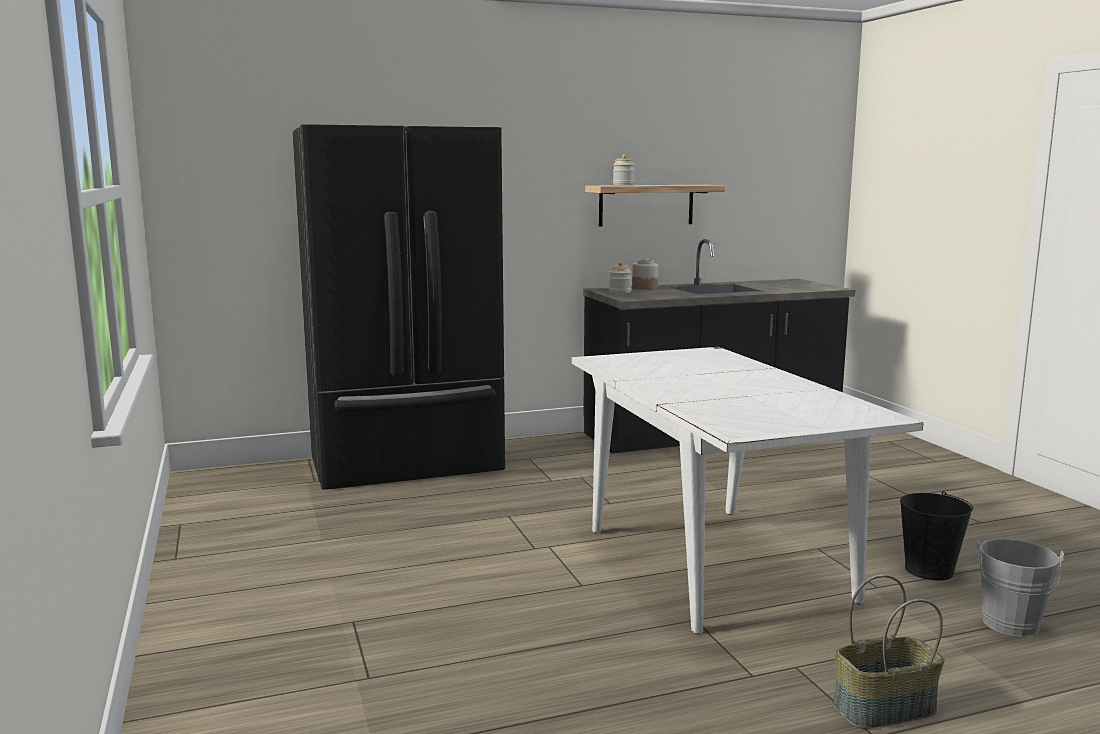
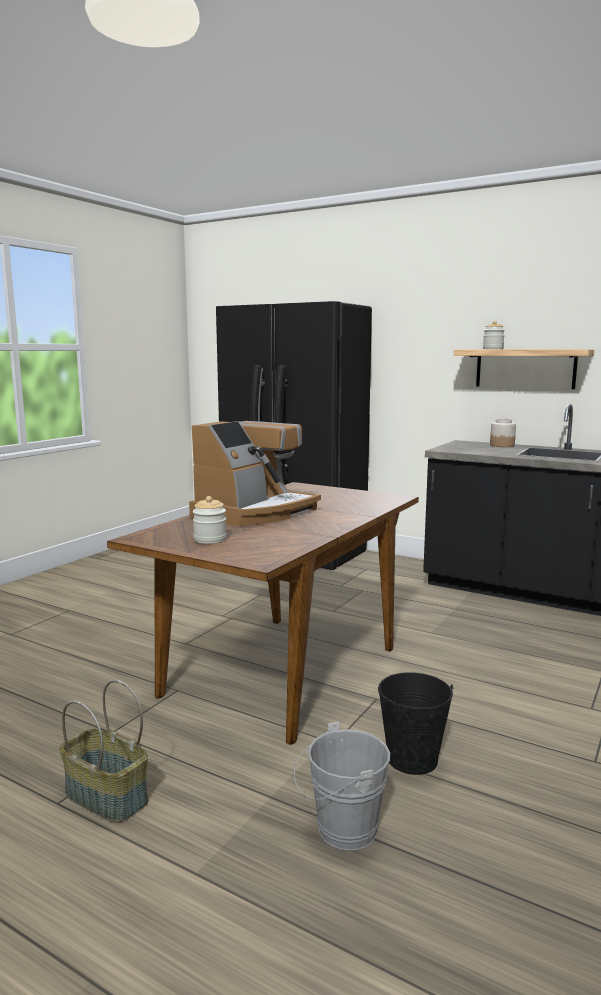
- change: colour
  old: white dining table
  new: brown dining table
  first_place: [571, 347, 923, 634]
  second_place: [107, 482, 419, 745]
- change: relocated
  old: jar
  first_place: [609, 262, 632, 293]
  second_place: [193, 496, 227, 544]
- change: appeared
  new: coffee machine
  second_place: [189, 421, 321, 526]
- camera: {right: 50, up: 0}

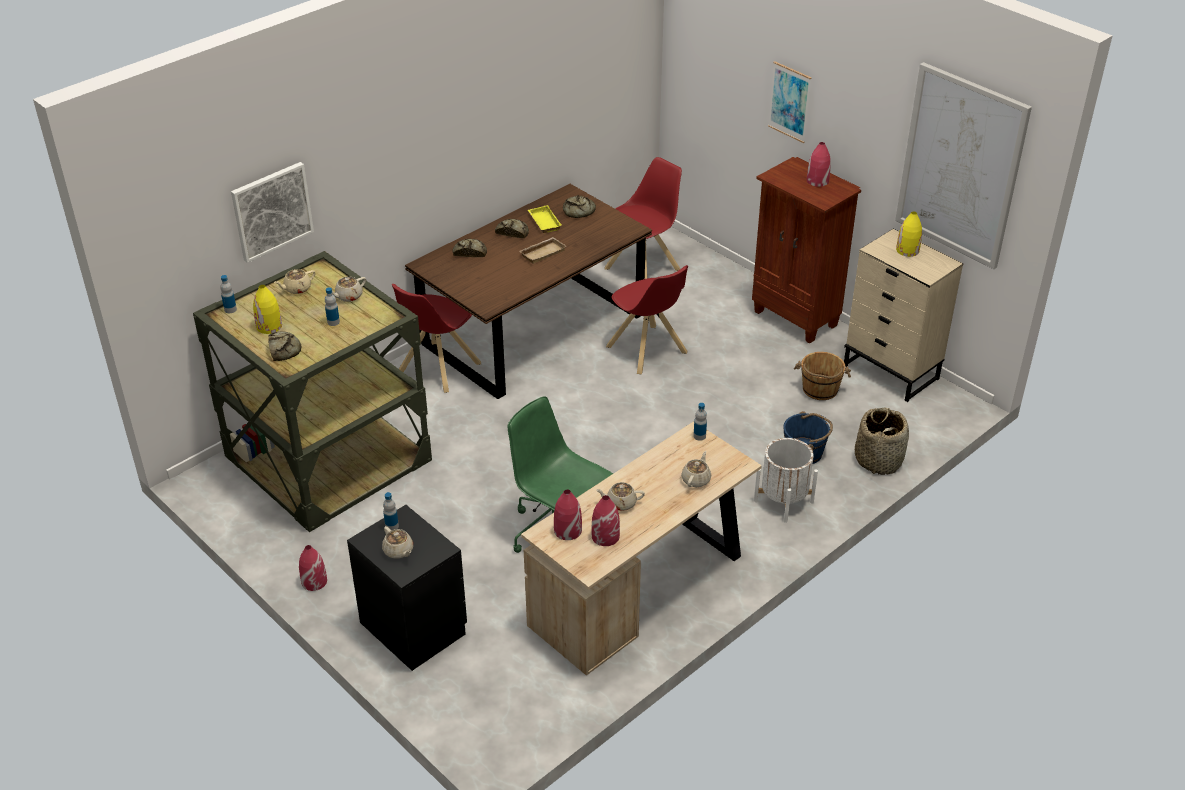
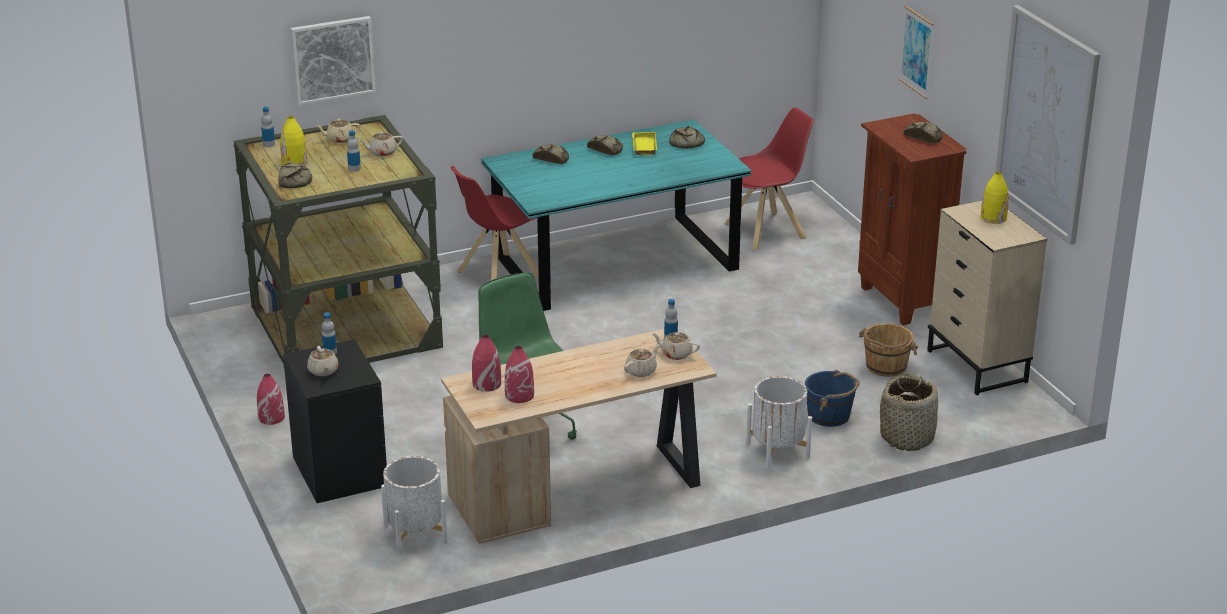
- change: colour
  old: brown dining table
  new: turquoise dining table
  first_place: [405, 184, 652, 399]
  second_place: [481, 120, 751, 311]
- change: missing
  old: beige tray
  first_place: [520, 237, 566, 264]
- change: relocated
  old: beige teapot
  first_place: [596, 482, 645, 511]
  second_place: [652, 332, 700, 360]
- change: missing
  old: red chair
  first_place: [606, 265, 688, 374]
- change: exchanged
  old: red vase
  new: bread
  first_place: [807, 142, 831, 187]
  second_place: [904, 122, 943, 143]
- change: appeared
  new: white planter
  second_place: [381, 456, 447, 555]
- camera: {right: 20, up: -10}

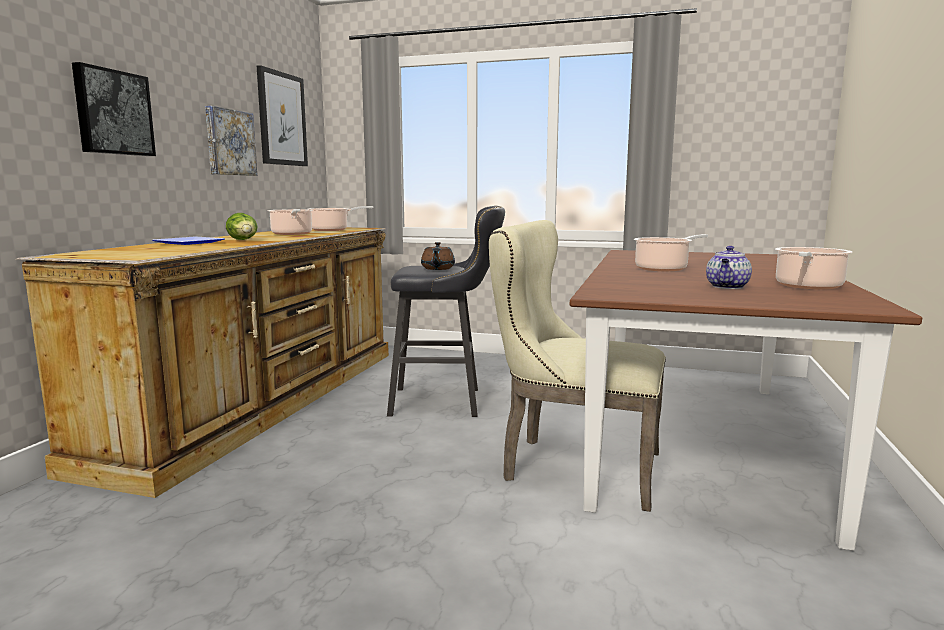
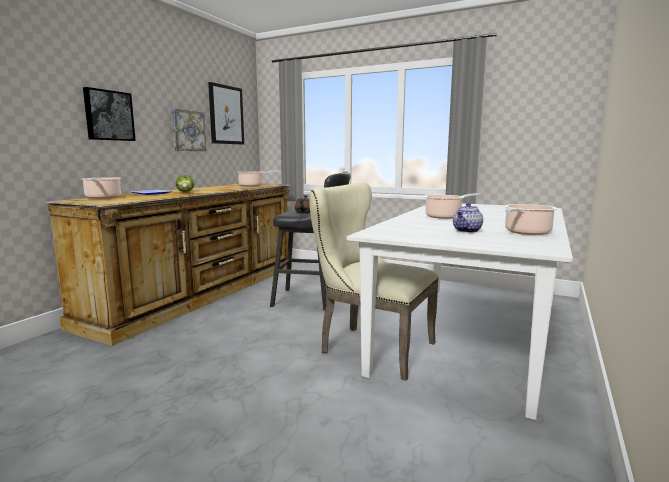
- change: relocated
  old: cooking pot
  first_place: [267, 209, 313, 235]
  second_place: [81, 177, 121, 199]
- change: colour
  old: brown dining table
  new: white dining table
  first_place: [570, 250, 922, 551]
  second_place: [347, 203, 573, 420]
- camera: {right: 10, up: 0}

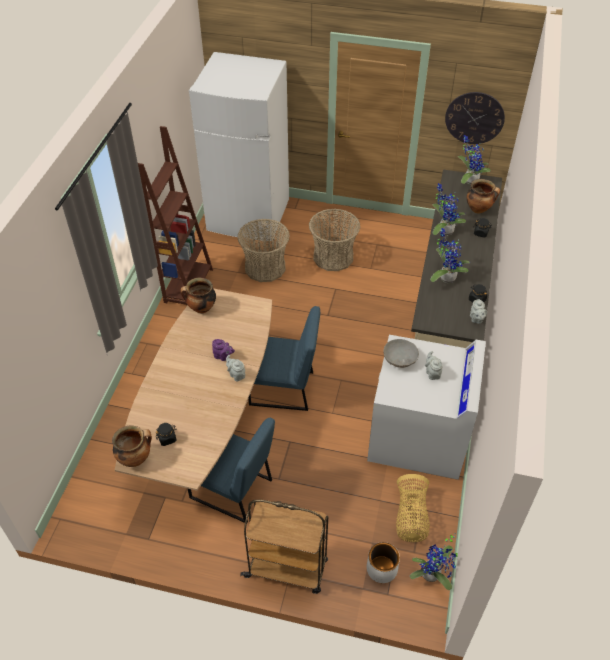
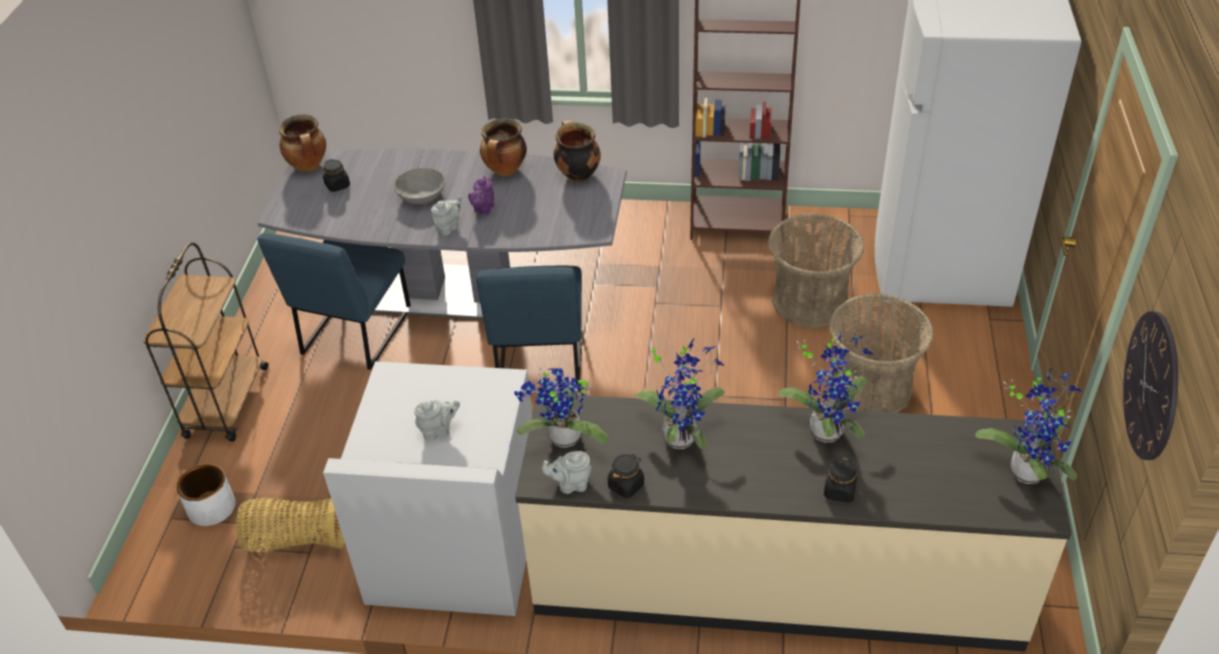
- change: colour
  old: brown dining table
  new: grey dining table
  first_place: [115, 288, 272, 491]
  second_place: [258, 148, 626, 319]
- change: relocated
  old: grey bowl
  first_place: [383, 339, 419, 368]
  second_place: [394, 168, 445, 204]
- change: relocated
  old: potted plant
  first_place: [410, 533, 458, 590]
  second_place: [514, 367, 609, 448]
- change: relocated
  old: cooking pot
  first_place: [467, 179, 500, 213]
  second_place: [480, 118, 527, 176]
- camera: {right: 85, up: -5}

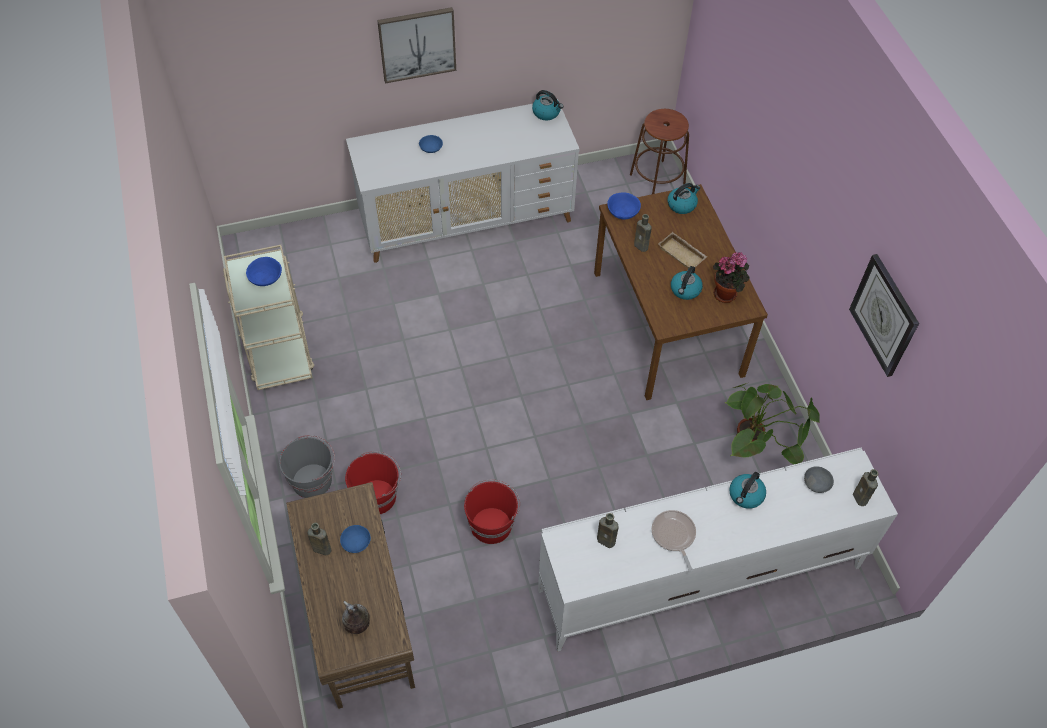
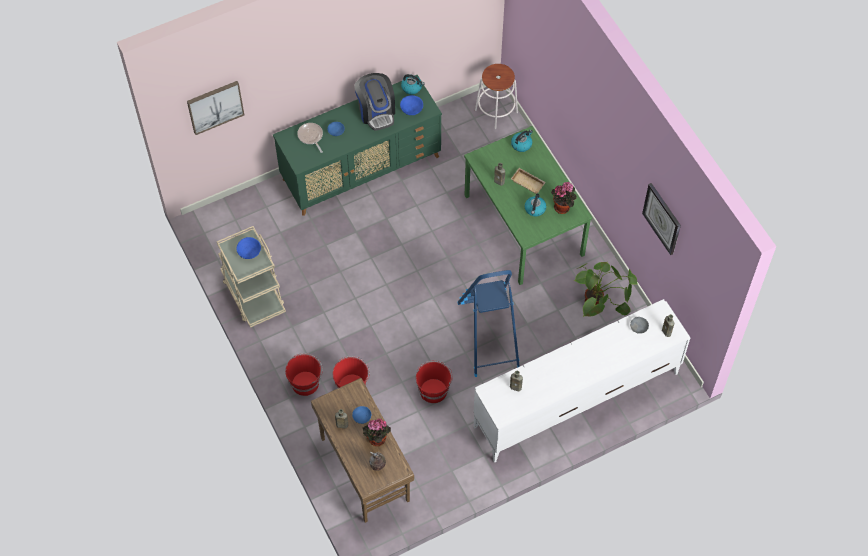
- change: colour
  old: grey bucket
  new: red bucket
  first_place: [279, 435, 335, 498]
  second_place: [285, 353, 323, 396]
- change: colour
  old: white dresser
  new: green dresser
  first_place: [346, 99, 580, 263]
  second_place: [273, 75, 442, 216]
- change: relocated
  old: picture
  first_place: [377, 7, 456, 83]
  second_place: [187, 81, 244, 135]
- change: colour
  old: brown dining table
  new: green dining table
  first_place: [594, 184, 768, 400]
  second_place: [464, 126, 593, 285]
- change: relocated
  old: blue bowl
  first_place: [607, 192, 641, 220]
  second_place: [400, 95, 423, 115]
- change: colour
  old: brown stool
  new: white stool
  first_place: [630, 109, 689, 194]
  second_place: [475, 64, 518, 129]
- change: relocated
  old: frying pan
  first_place: [652, 510, 696, 572]
  second_place: [297, 123, 323, 153]
- change: missing
  old: kettle
  first_place: [729, 472, 766, 509]
- change: appeared
  new: coffee machine
  second_place: [354, 73, 395, 131]
- change: appeared
  new: potted plant
  second_place: [363, 418, 391, 446]
- change: appeared
  new: blue step ladder
  second_place: [457, 270, 520, 377]
- camera: {right: -10, up: 5}

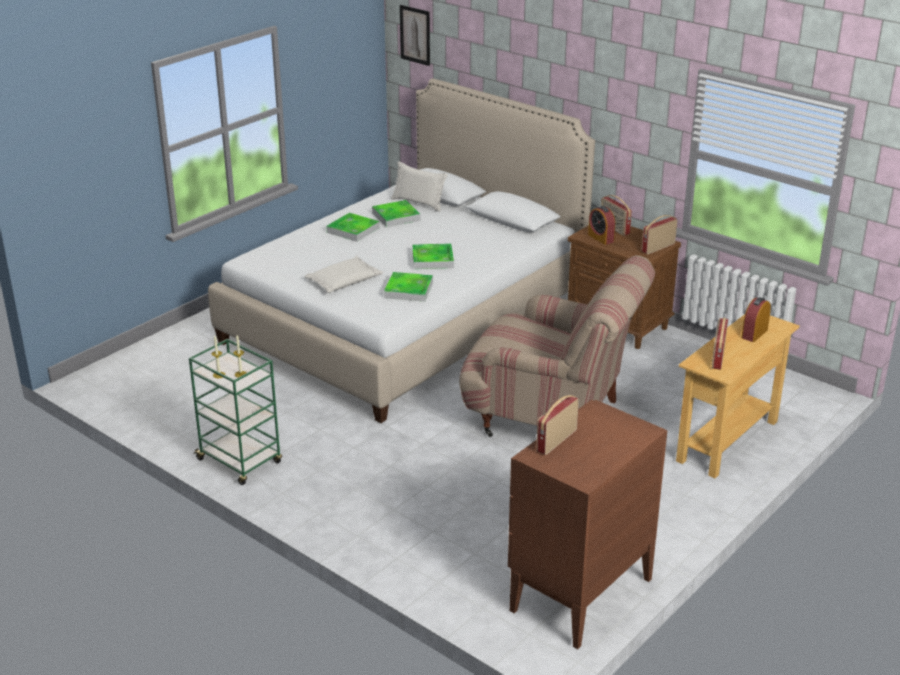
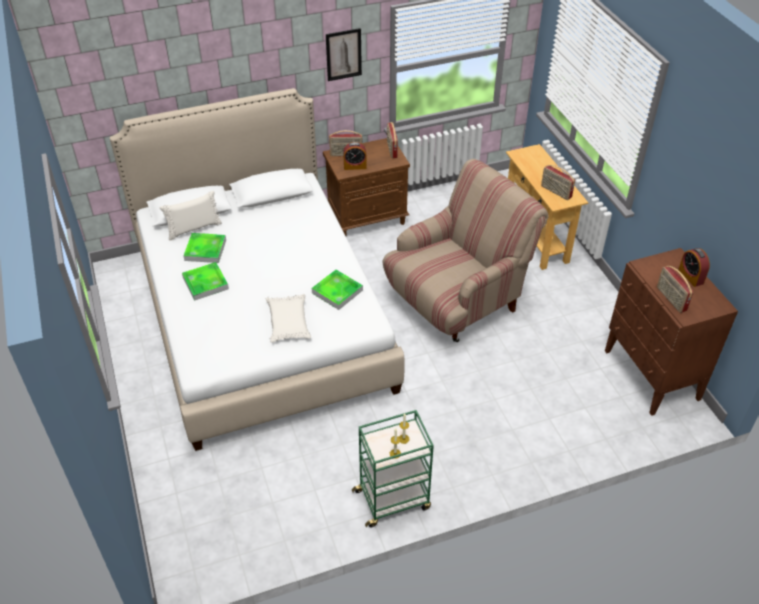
- change: relocated
  old: picture
  first_place: [400, 5, 430, 66]
  second_place: [326, 28, 362, 81]
- change: missing
  old: tray
  first_place: [412, 243, 454, 269]
- change: relocated
  old: alarm clock
  first_place: [742, 297, 771, 342]
  second_place: [678, 248, 710, 287]
- camera: {right: -60, up: 15}

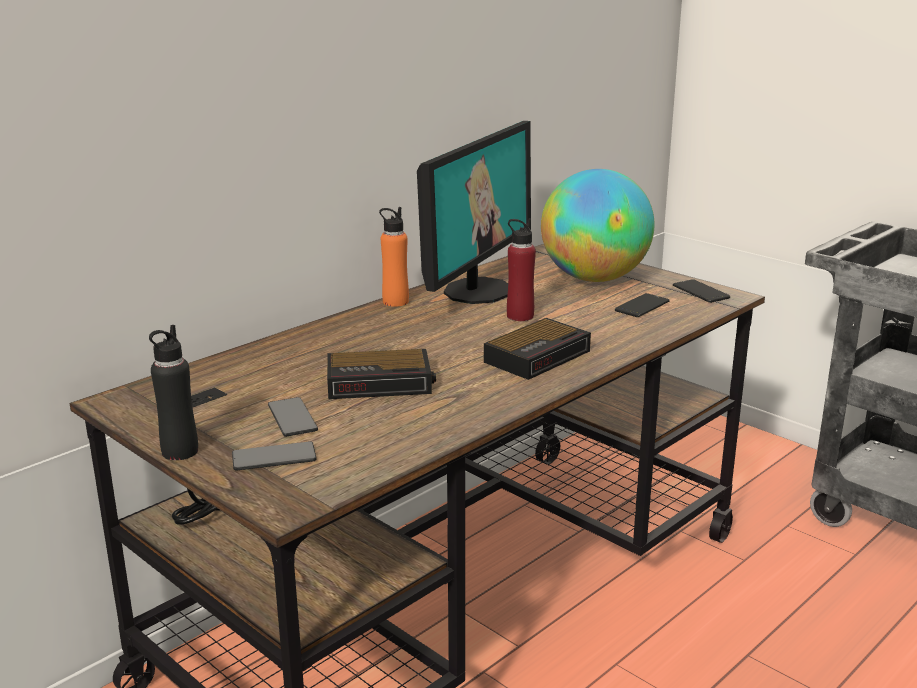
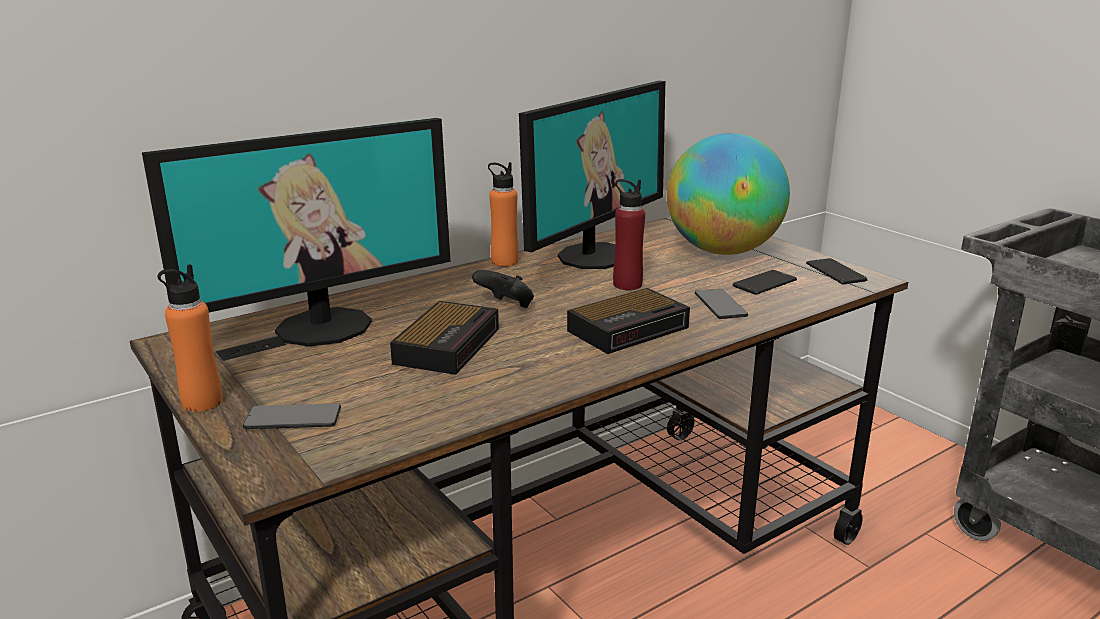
- change: colour
  old: black bottle
  new: orange bottle
  first_place: [149, 325, 198, 460]
  second_place: [158, 264, 222, 412]
- change: relocated
  old: phone
  first_place: [268, 397, 318, 437]
  second_place: [695, 289, 748, 319]
- change: spun
  old: alarm clock
  first_place: [327, 349, 436, 399]
  second_place: [390, 301, 499, 375]
  degrees: -75
- change: appeared
  new: monitor
  second_place: [142, 118, 450, 347]
- change: appeared
  new: black game controller
  second_place: [472, 270, 534, 308]
- camera: {right: 10, up: 0}

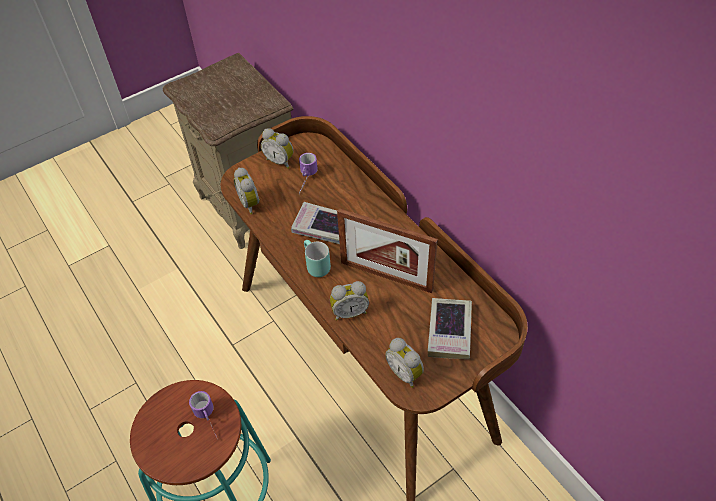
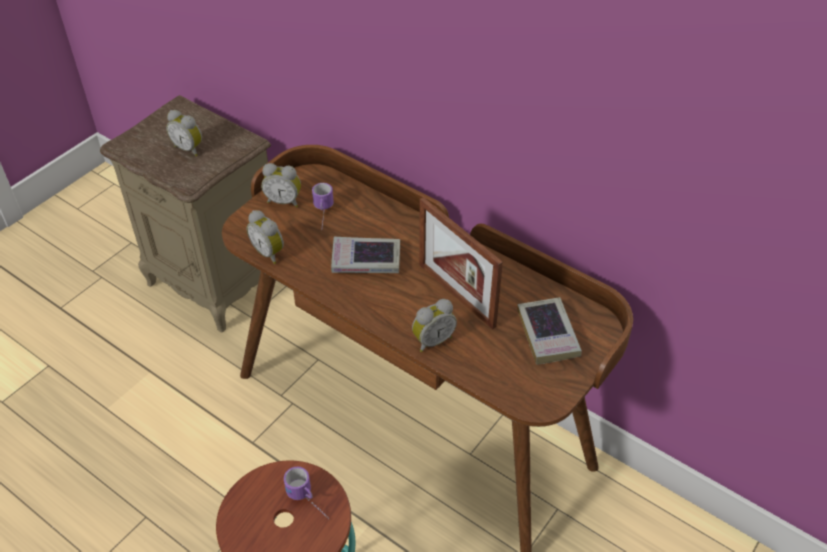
- change: missing
  old: turquoise mug
  first_place: [304, 240, 331, 277]
- change: spun
  old: picture frame
  first_place: [337, 208, 438, 293]
  second_place: [419, 197, 503, 330]
  degrees: 45
- change: relocated
  old: alarm clock
  first_place: [385, 338, 424, 388]
  second_place: [166, 110, 202, 156]
- camera: {right: -20, up: -5}

